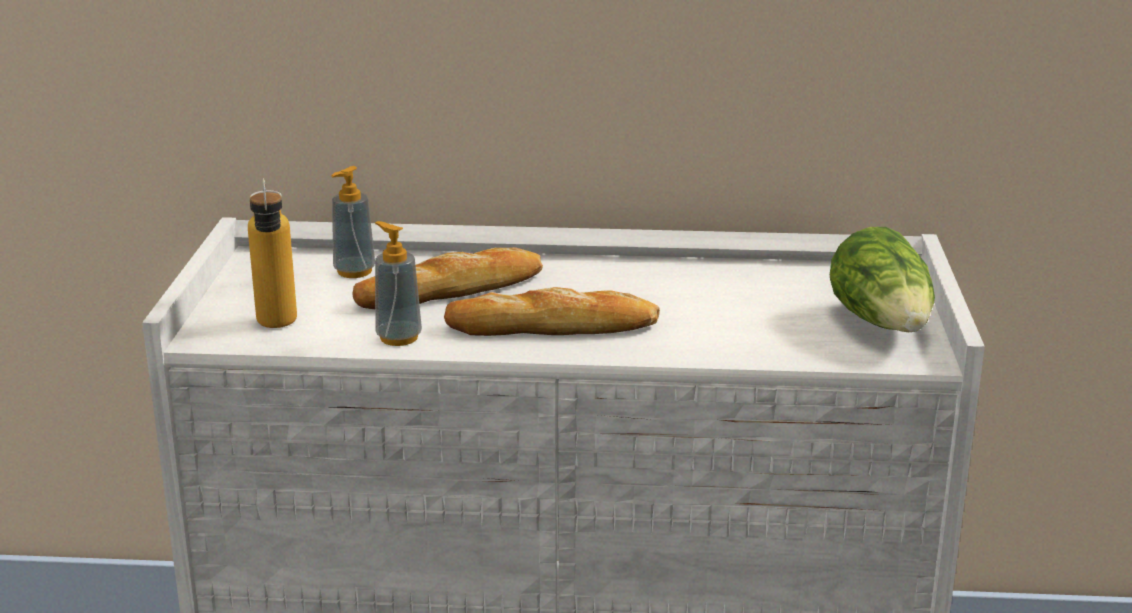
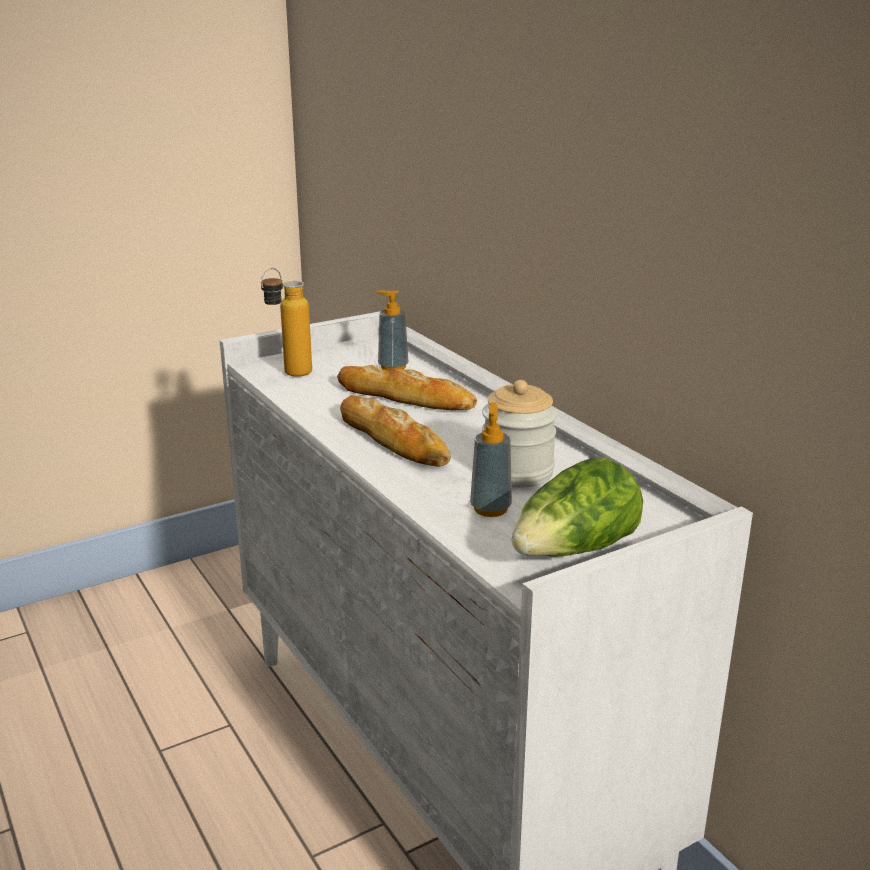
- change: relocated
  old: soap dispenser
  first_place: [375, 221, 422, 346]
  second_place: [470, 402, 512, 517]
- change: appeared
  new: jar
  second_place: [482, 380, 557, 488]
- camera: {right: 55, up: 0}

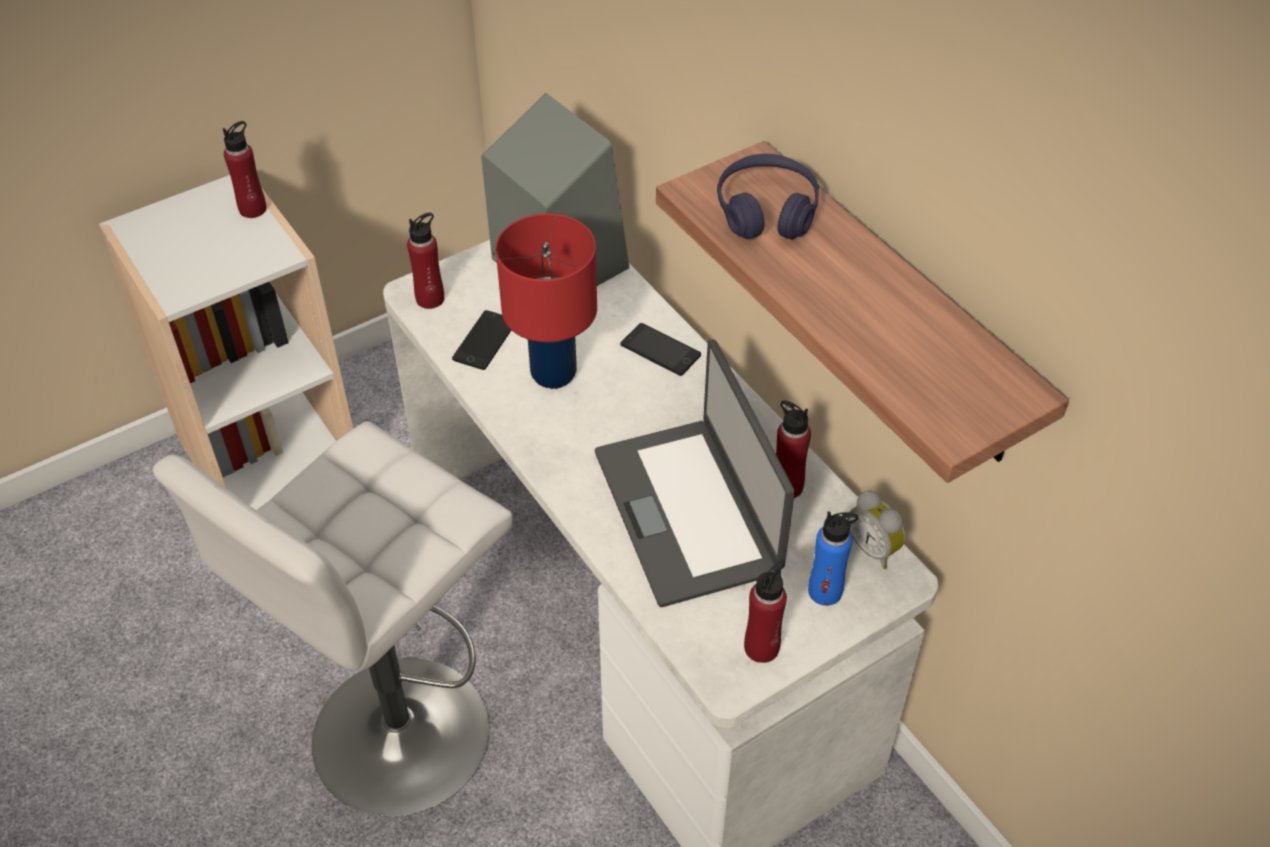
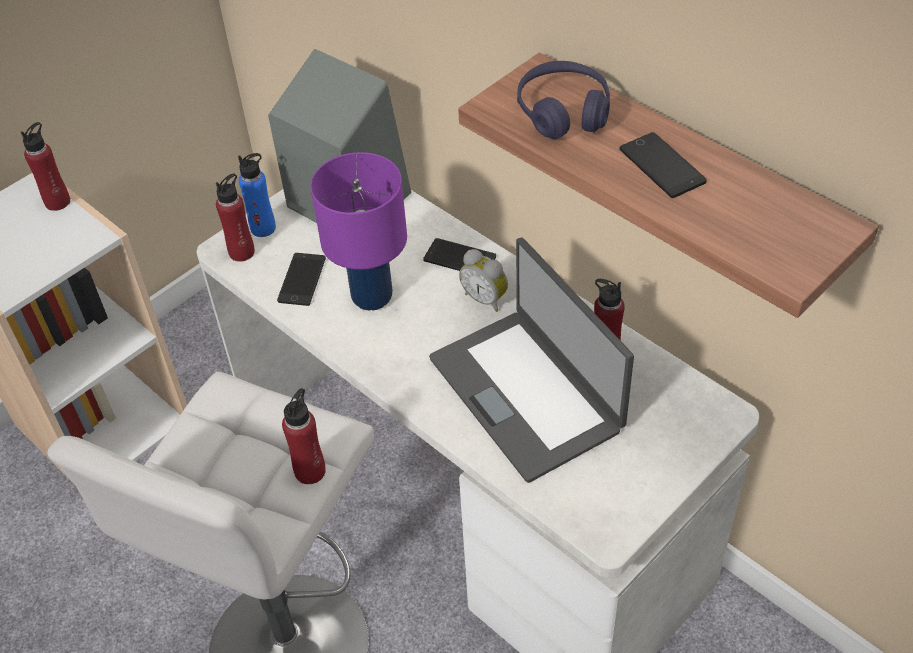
- change: colour
  old: red table lamp
  new: purple table lamp
  first_place: [496, 214, 597, 389]
  second_place: [311, 152, 407, 311]
- change: relocated
  old: red bottle
  first_place: [744, 560, 787, 663]
  second_place: [282, 388, 326, 484]
- change: relocated
  old: blue bottle
  first_place: [808, 512, 858, 606]
  second_place: [238, 153, 276, 237]
- change: relocated
  old: alarm clock
  first_place: [847, 491, 906, 569]
  second_place: [459, 249, 508, 312]
- change: appeared
  new: phone
  second_place: [619, 132, 707, 198]
- camera: {right: -10, up: 0}

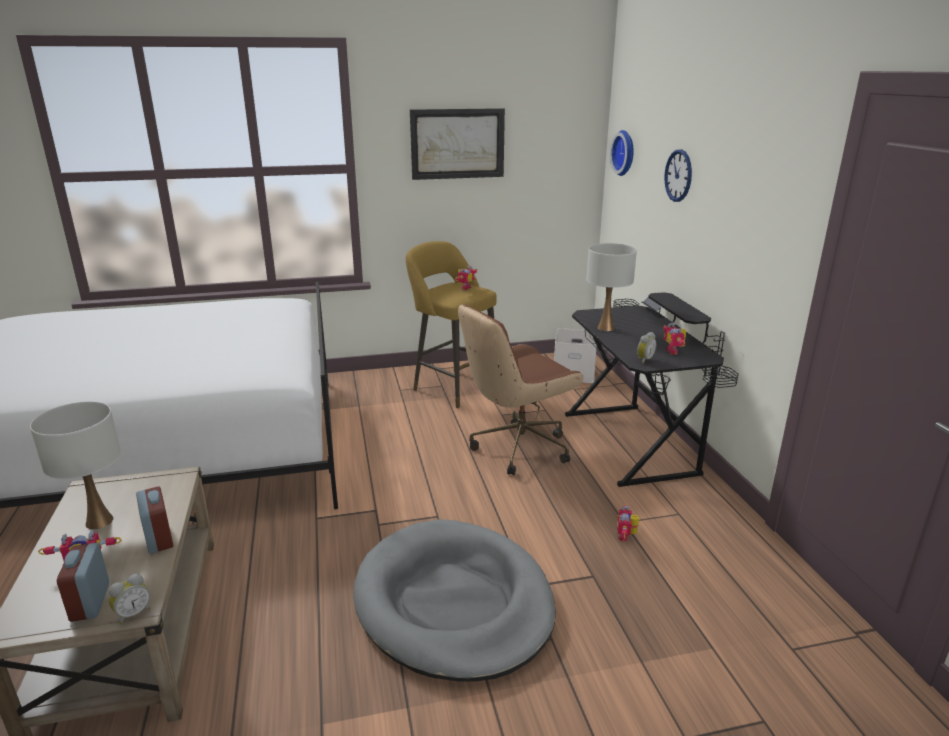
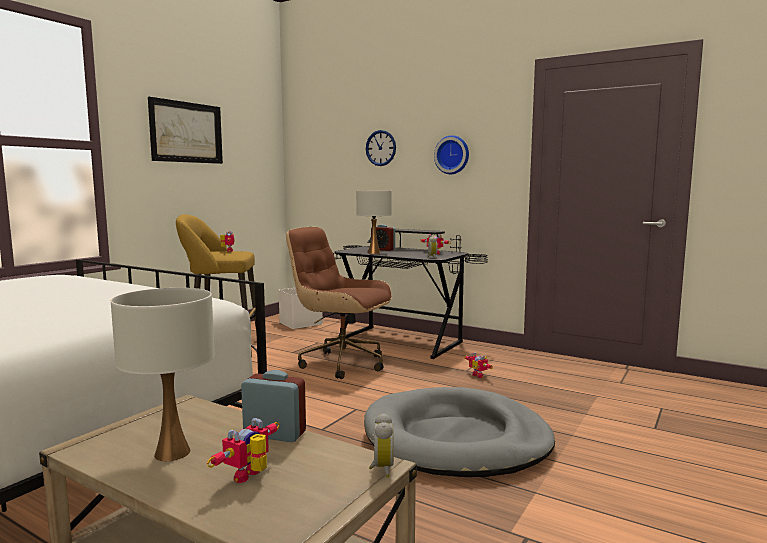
- change: relocated
  old: alarm clock
  first_place: [57, 543, 109, 622]
  second_place: [371, 225, 395, 251]
- change: spun
  old: brown office chair
  first_place: [458, 304, 583, 475]
  second_place: [286, 227, 392, 379]
  degrees: 105
- change: relocated
  old: wall clock
  first_place: [610, 130, 634, 176]
  second_place: [434, 135, 469, 174]
- camera: {right: -45, up: -15}

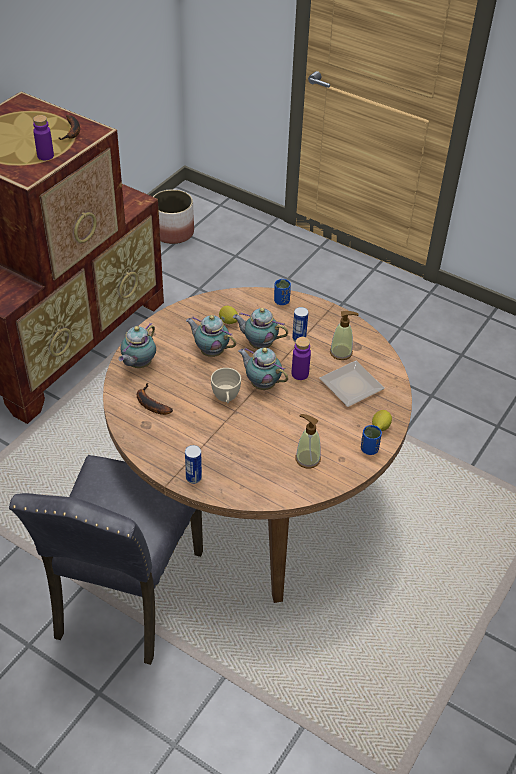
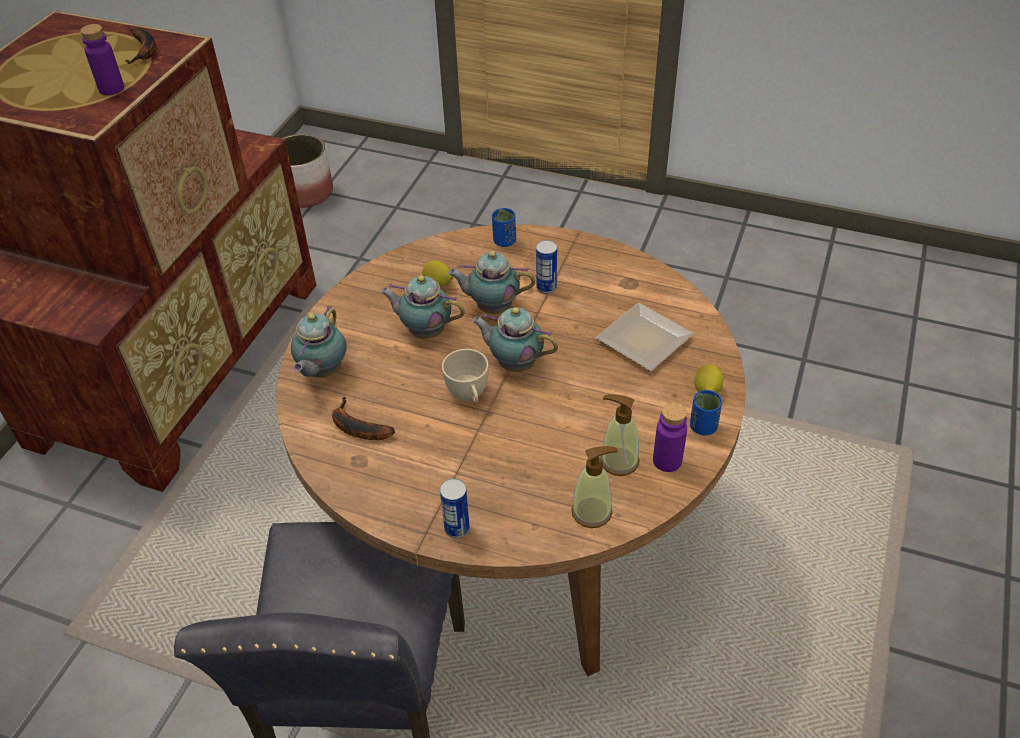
- change: relocated
  old: purple bottle
  first_place: [292, 337, 311, 380]
  second_place: [653, 402, 687, 472]
- change: relocated
  old: soap dispenser
  first_place: [330, 311, 358, 360]
  second_place: [571, 446, 618, 528]
- camera: {right: -10, up: 0}

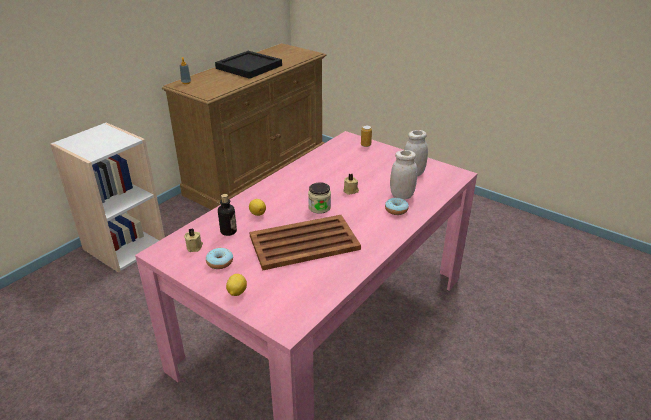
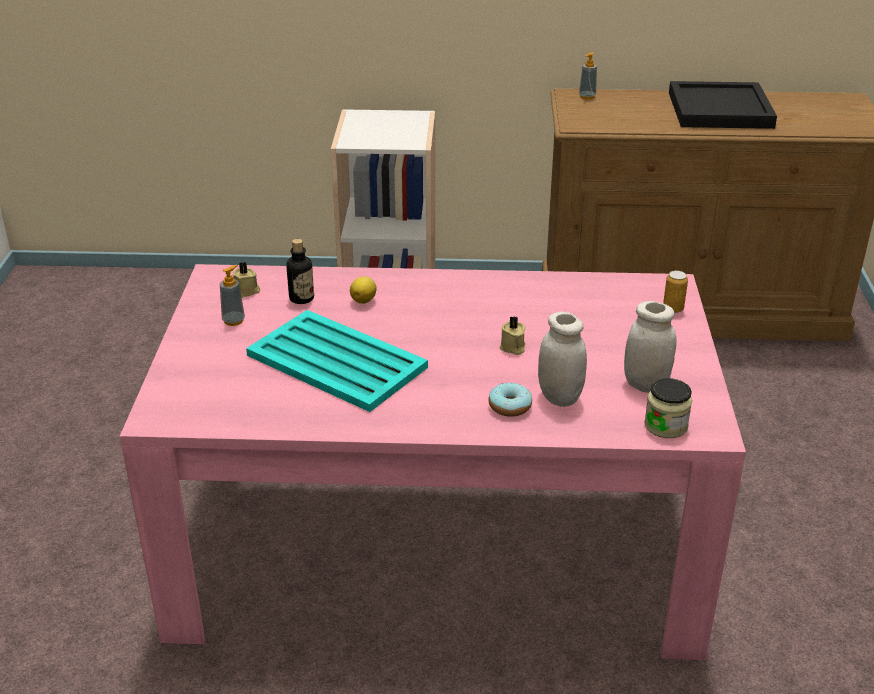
- change: exchanged
  old: donut
  new: soap dispenser
  first_place: [206, 248, 233, 269]
  second_place: [220, 265, 245, 326]
- change: missing
  old: lemon
  first_place: [226, 274, 247, 296]
- change: colour
  old: brown tray
  new: turquoise tray
  first_place: [249, 215, 361, 270]
  second_place: [246, 310, 428, 412]
- change: relocated
  old: jar
  first_place: [308, 182, 331, 214]
  second_place: [644, 378, 692, 438]
- camera: {right: 55, up: 0}

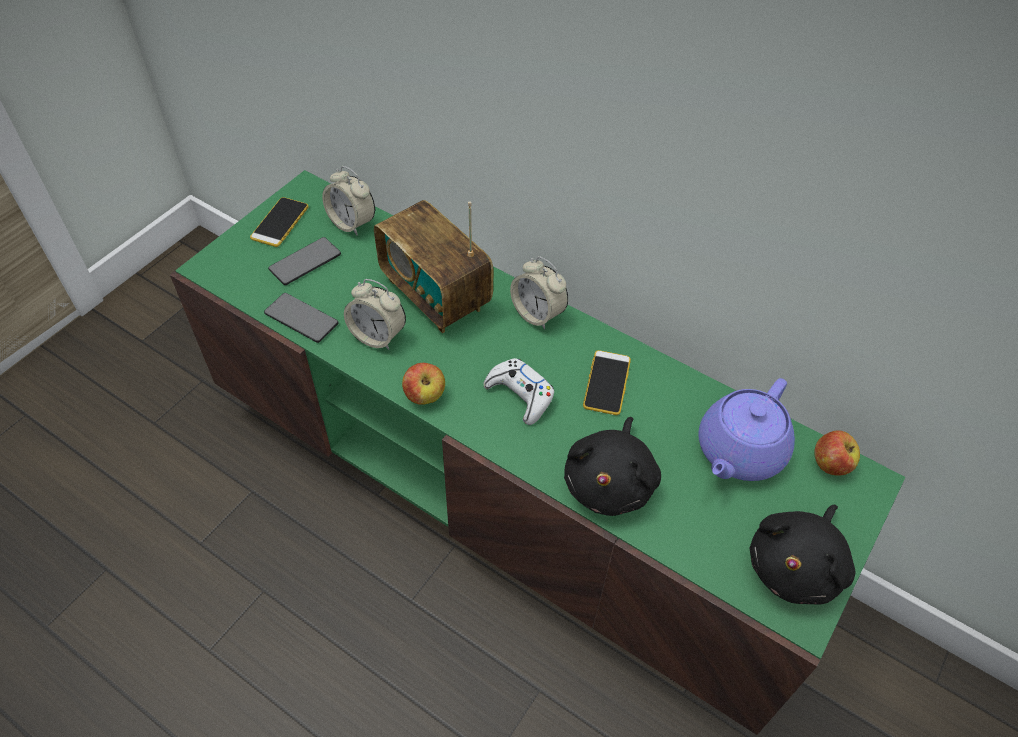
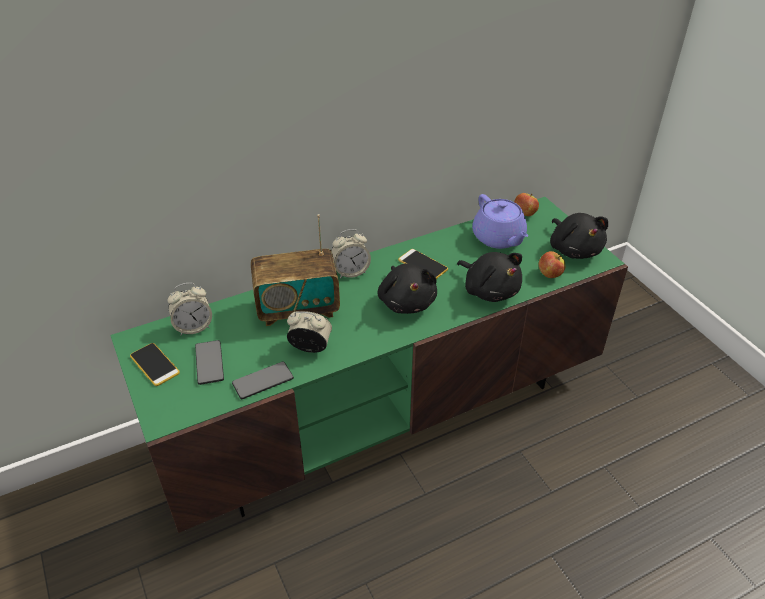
- change: spun
  old: alarm clock
  first_place: [344, 279, 406, 350]
  second_place: [287, 311, 332, 353]
  degrees: -135
- change: relocated
  old: apple
  first_place: [402, 363, 445, 405]
  second_place: [539, 251, 565, 278]
- change: exchanged
  old: white game controller
  new: black plush toy
  first_place: [484, 358, 554, 425]
  second_place: [378, 263, 437, 314]
- camera: {right: -60, up: -10}

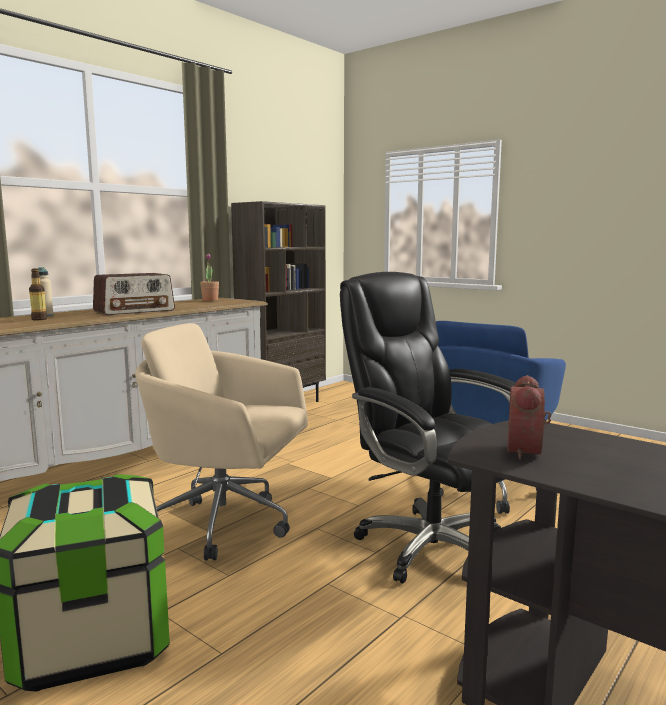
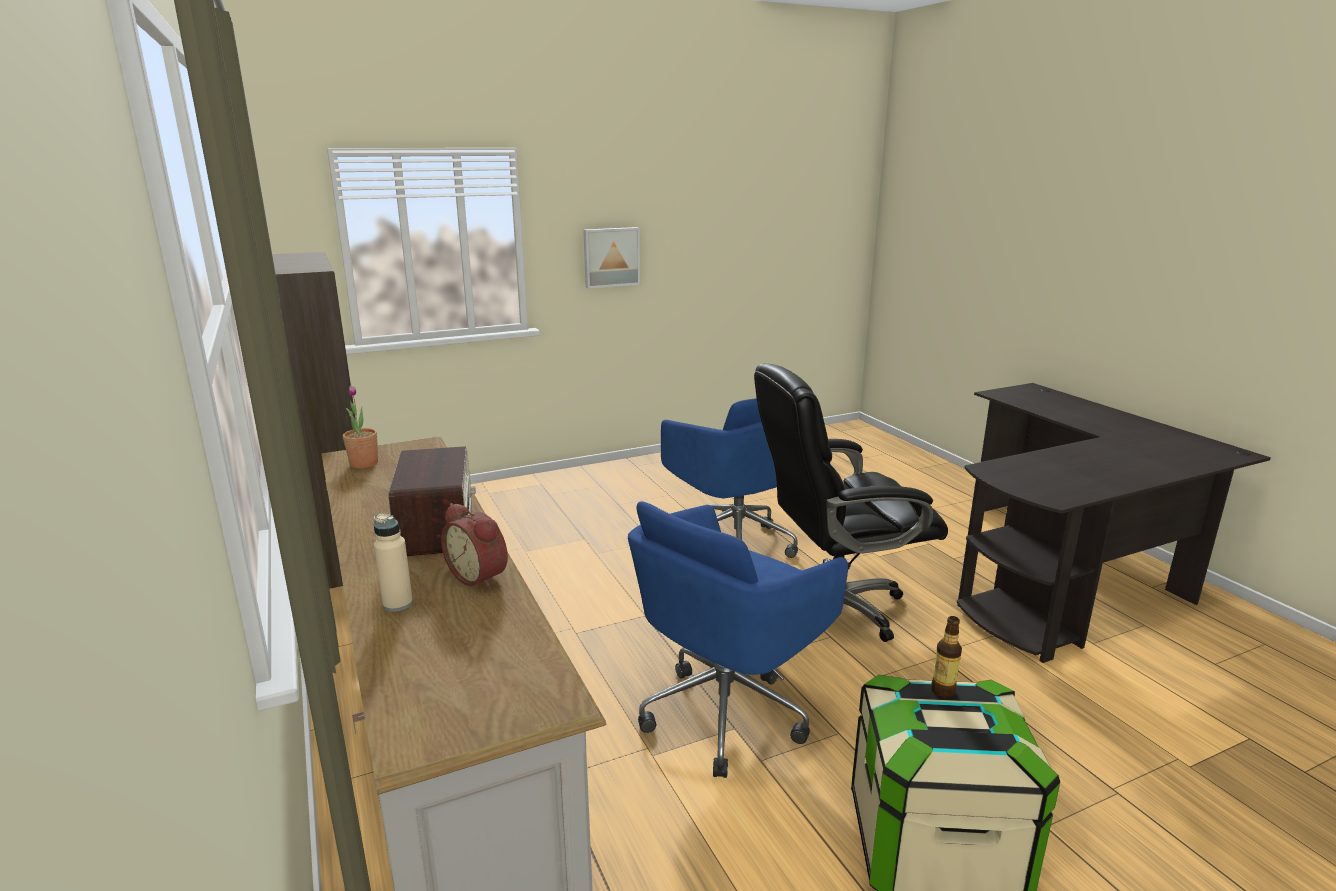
- change: relocated
  old: bottle
  first_place: [29, 269, 47, 320]
  second_place: [931, 616, 962, 698]
- change: colour
  old: beige office chair
  new: blue office chair
  first_place: [135, 323, 308, 560]
  second_place: [628, 501, 848, 778]
- change: relocated
  old: alarm clock
  first_place: [507, 375, 551, 460]
  second_place: [441, 503, 508, 589]
- change: appeared
  new: picture
  second_place: [583, 227, 640, 289]
- camera: {right: -65, up: 10}

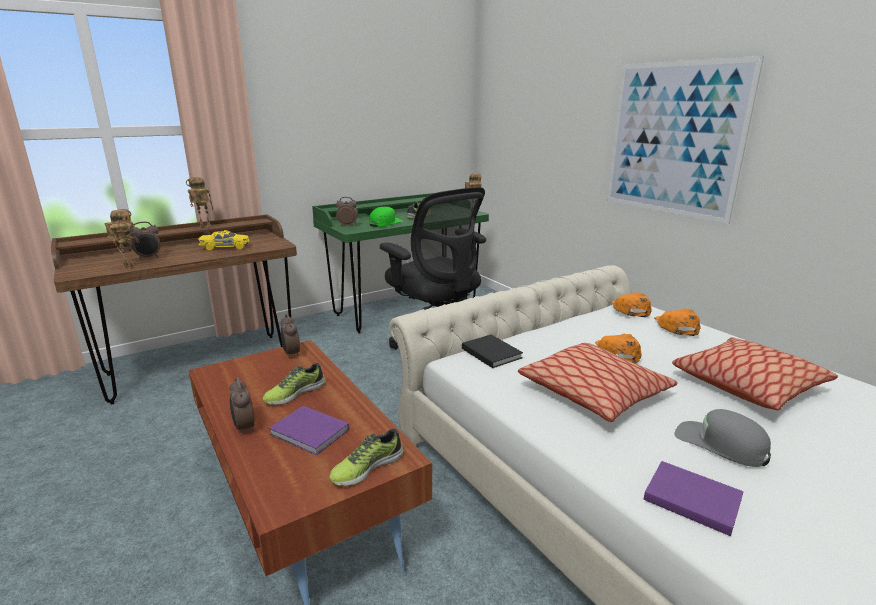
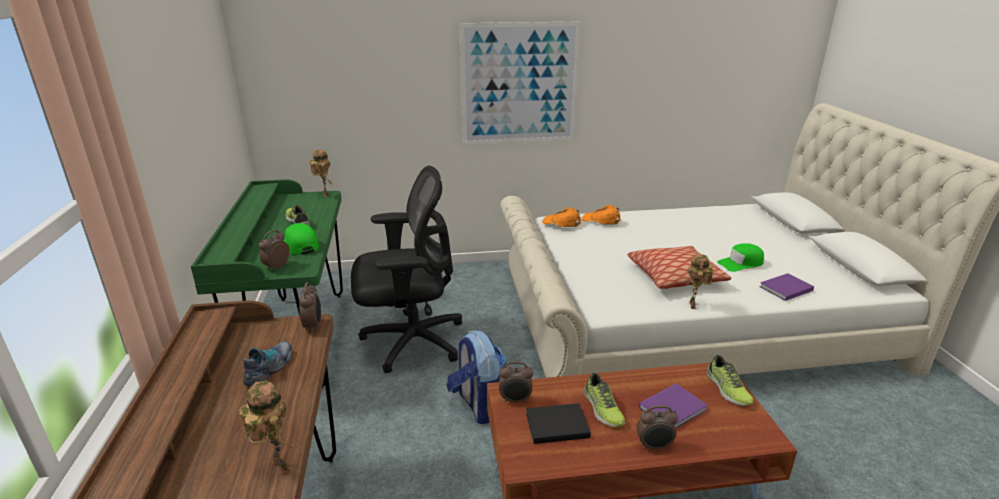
- change: relocated
  old: alarm clock
  first_place: [130, 222, 161, 259]
  second_place: [299, 282, 321, 332]
- change: relocated
  old: toy robot
  first_place: [186, 177, 213, 227]
  second_place: [686, 254, 714, 309]
- change: exchanged
  old: yellow toy car
  new: shoe
  first_place: [198, 230, 249, 251]
  second_place: [243, 341, 292, 387]
- change: relocated
  old: black book
  first_place: [462, 335, 523, 368]
  second_place: [526, 403, 591, 444]
- change: missing
  old: orange cap
  first_place: [595, 334, 642, 364]
- change: missing
  old: pillow
  first_place: [672, 337, 838, 410]
- change: colour
  old: grey cap
  new: green cap
  first_place: [674, 409, 771, 467]
  second_place: [717, 243, 764, 272]
- change: appeared
  new: backpack
  second_place: [446, 330, 507, 424]
- camera: {right: -65, up: 5}

